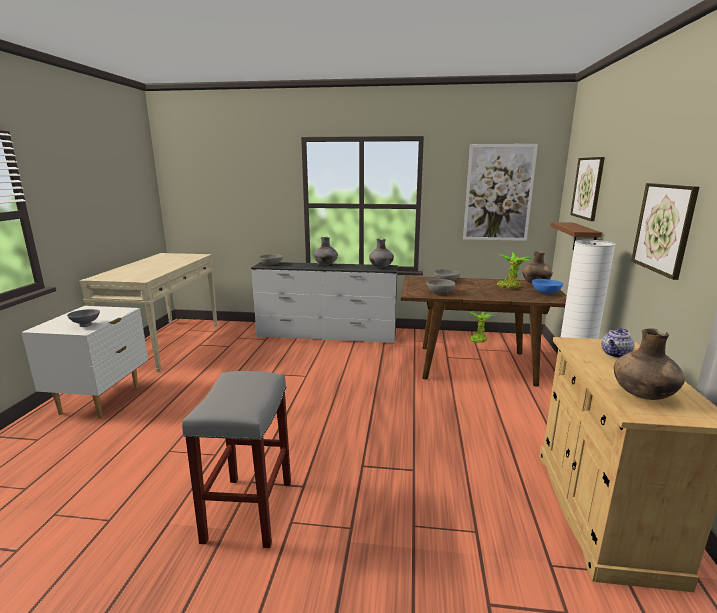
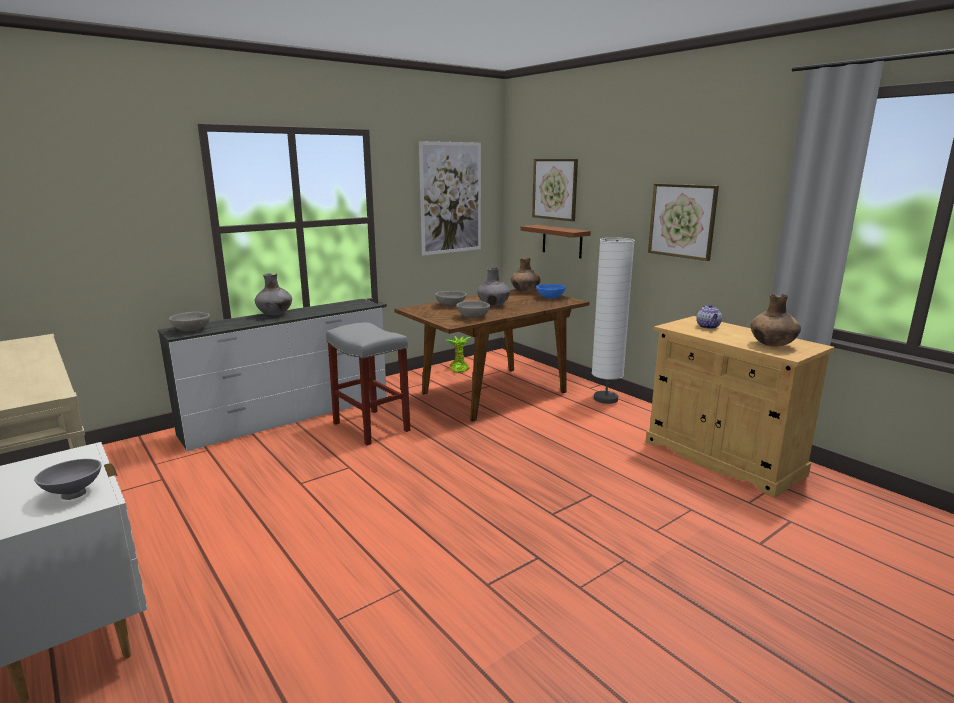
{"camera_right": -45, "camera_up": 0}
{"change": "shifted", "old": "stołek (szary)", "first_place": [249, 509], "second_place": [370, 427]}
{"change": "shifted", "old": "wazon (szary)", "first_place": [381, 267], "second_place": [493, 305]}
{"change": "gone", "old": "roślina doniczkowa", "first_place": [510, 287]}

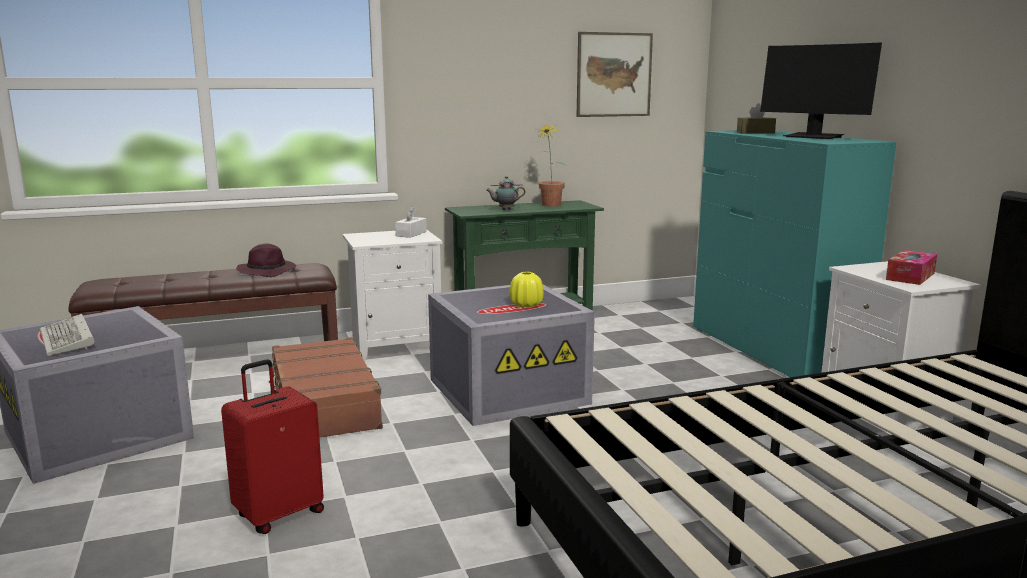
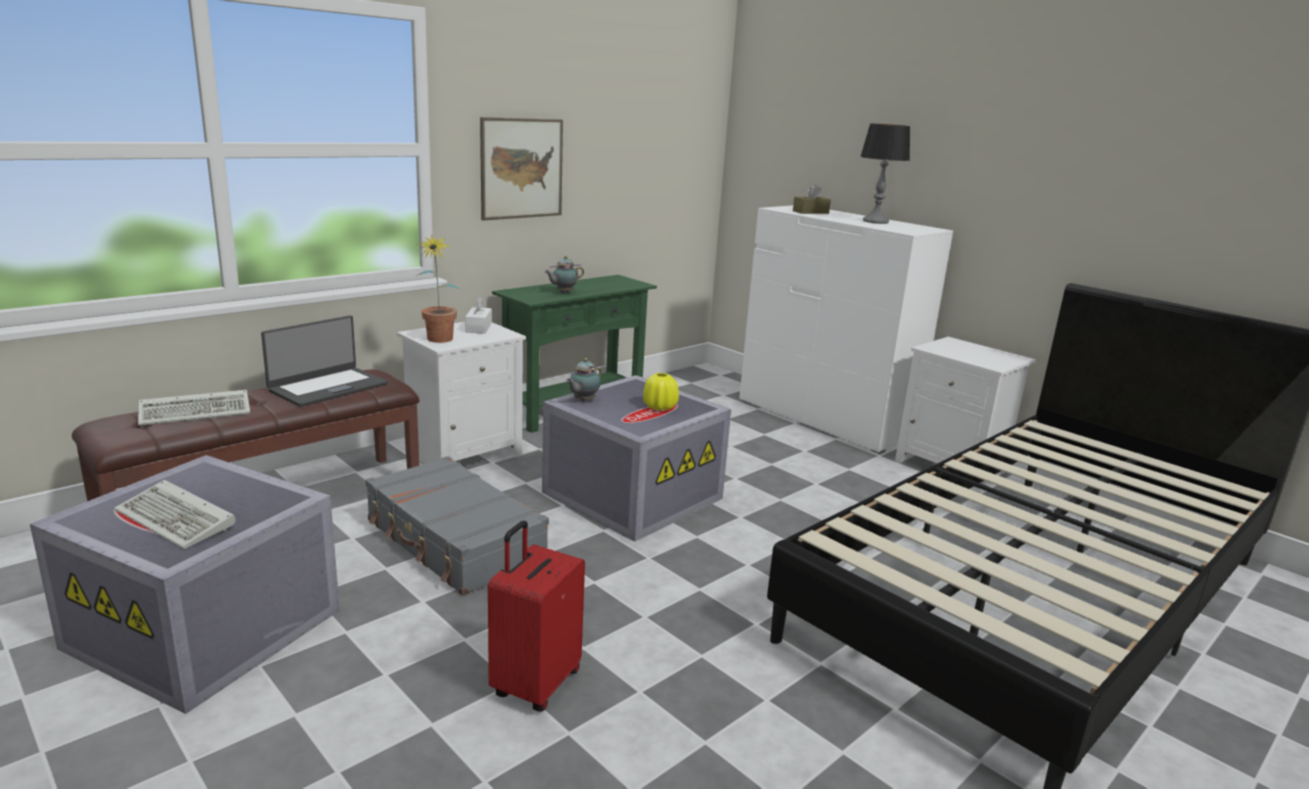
{"camera_right": -25, "camera_up": 5}
{"change": "new", "new": "klawiatura", "second_place": [198, 412]}
{"change": "swapped", "old": "kapelusz (fioletowy)", "new": "laptop", "first_place": [268, 271], "second_place": [327, 387]}
{"change": "repainted", "old": "walizka (brązowy)", "new": "walizka (szary)", "first_place": [323, 405], "second_place": [454, 541]}
{"change": "shifted", "old": "roślina doniczkowa", "first_place": [549, 206], "second_place": [438, 341]}
{"change": "shifted", "old": "obraz", "first_place": [614, 75], "second_place": [522, 168]}
{"change": "new", "new": "imbryk", "second_place": [583, 400]}
{"change": "repainted", "old": "komoda (turkusowy)", "new": "komoda (biały)", "first_place": [772, 351], "second_place": [823, 419]}
{"change": "swapped", "old": "monitor", "new": "lampa stołowa", "first_place": [813, 137], "second_place": [875, 221]}
{"change": "gone", "old": "pudełko chusteczek", "first_place": [910, 276]}

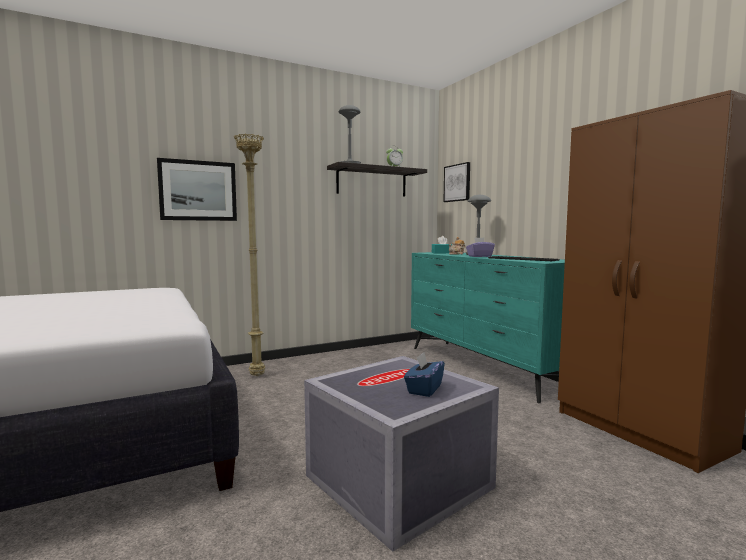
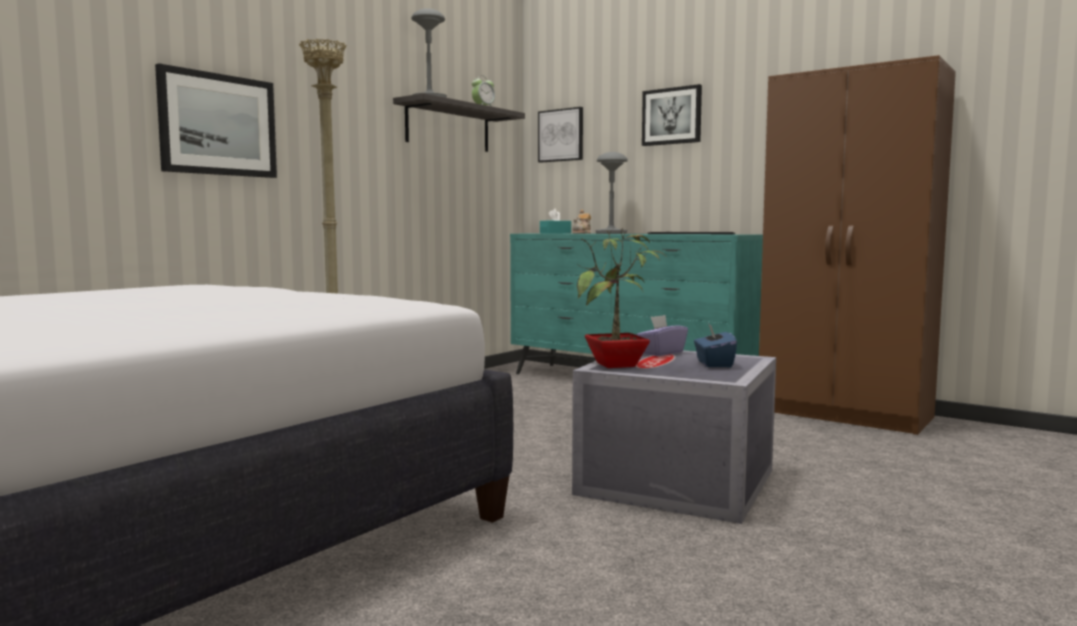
{"camera_right": -25, "camera_up": 0}
{"change": "new", "new": "roślina doniczkowa", "second_place": [617, 365]}
{"change": "shifted", "old": "pudełko chusteczek (fioletowy)", "first_place": [479, 256], "second_place": [660, 353]}
{"change": "new", "new": "obraz", "second_place": [672, 116]}

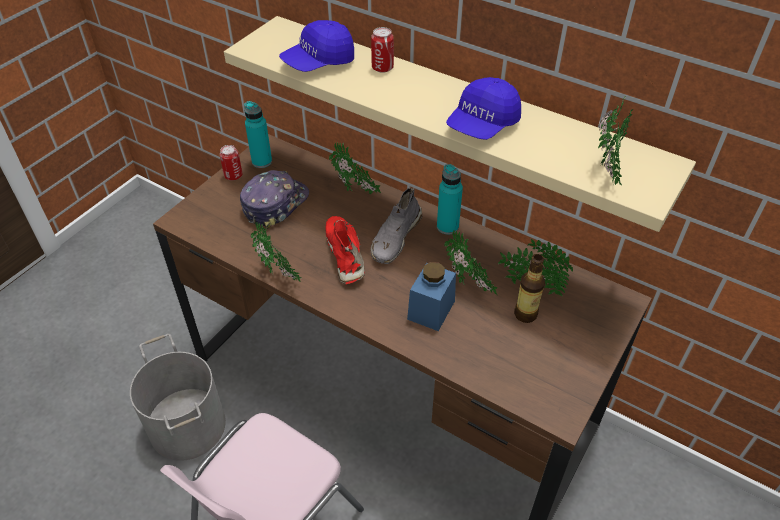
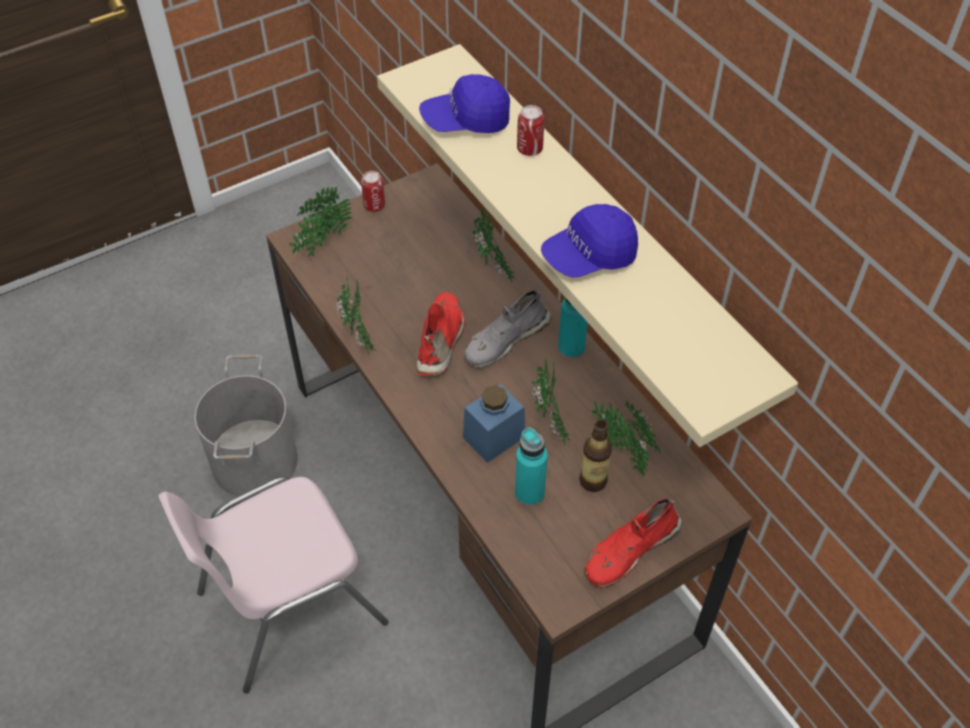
{"camera_right": 25, "camera_up": 5}
{"change": "shifted", "old": "roślina doniczkowa", "first_place": [606, 172], "second_place": [321, 245]}
{"change": "shifted", "old": "butelka (turkusowy)", "first_place": [262, 161], "second_place": [529, 493]}
{"change": "new", "new": "but (czerwony)", "second_place": [630, 549]}
{"change": "gone", "old": "czapka z daszkiem", "first_place": [275, 204]}

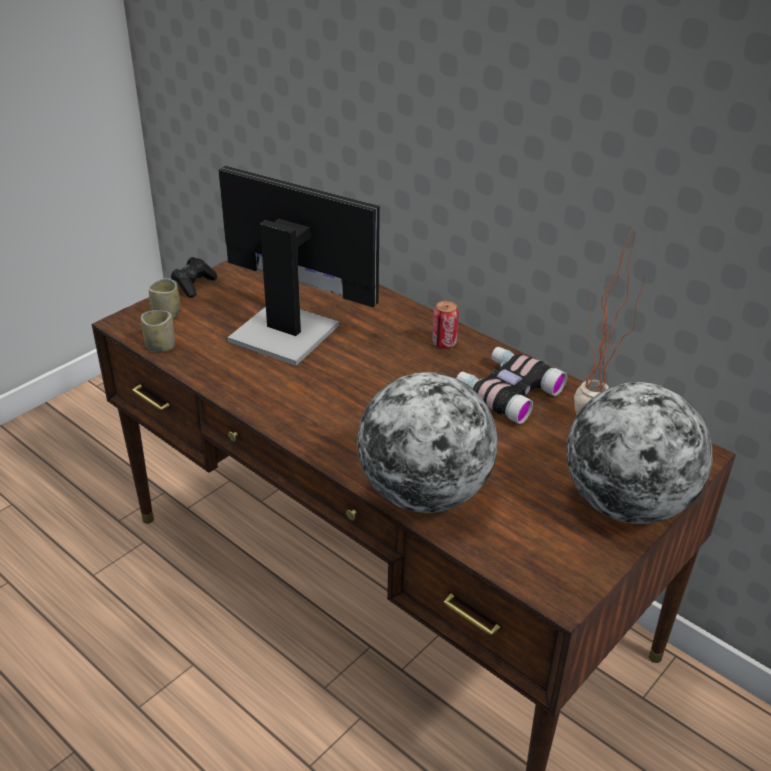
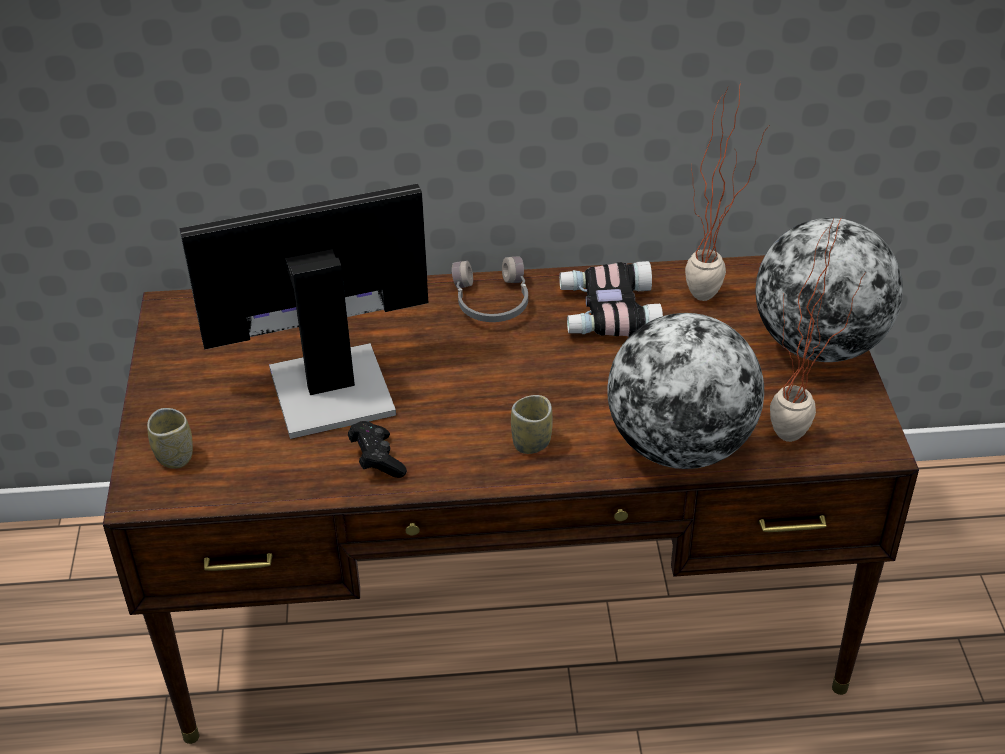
{"camera_right": -45, "camera_up": 5}
{"change": "shifted", "old": "pad do gier (czarny)", "first_place": [194, 285], "second_place": [377, 459]}
{"change": "swapped", "old": "puszka", "new": "słuchawki (szary)", "first_place": [444, 343], "second_place": [490, 302]}
{"change": "shifted", "old": "filiżanka", "first_place": [160, 346], "second_place": [531, 443]}
{"change": "new", "new": "roślina doniczkowa", "second_place": [794, 445]}

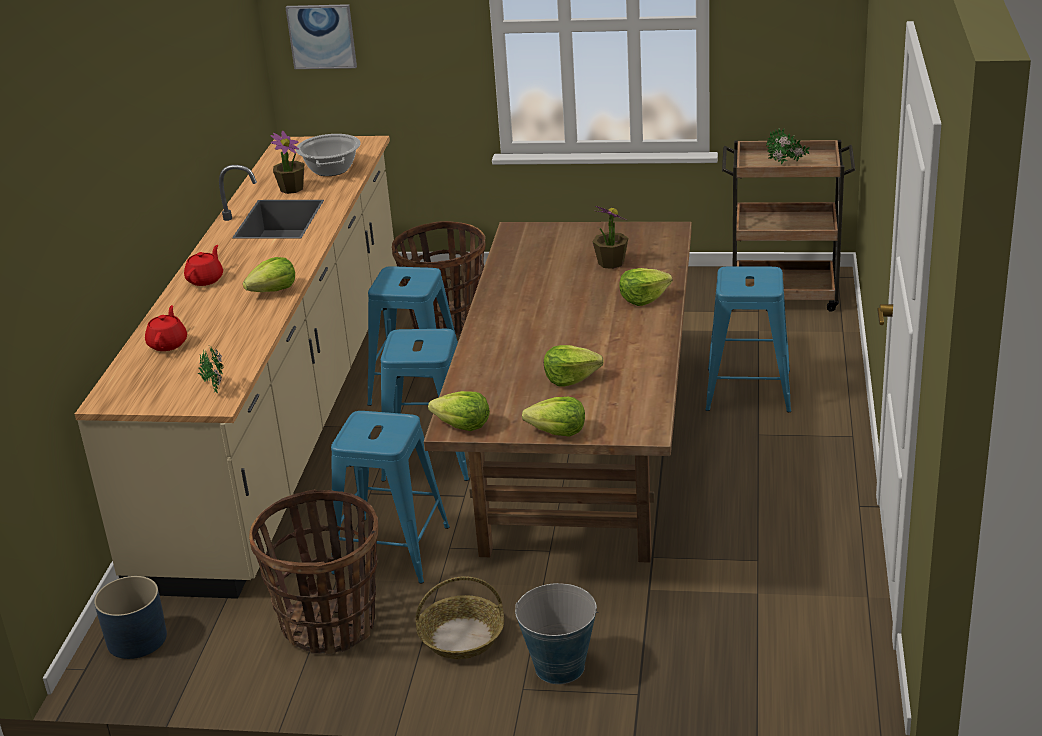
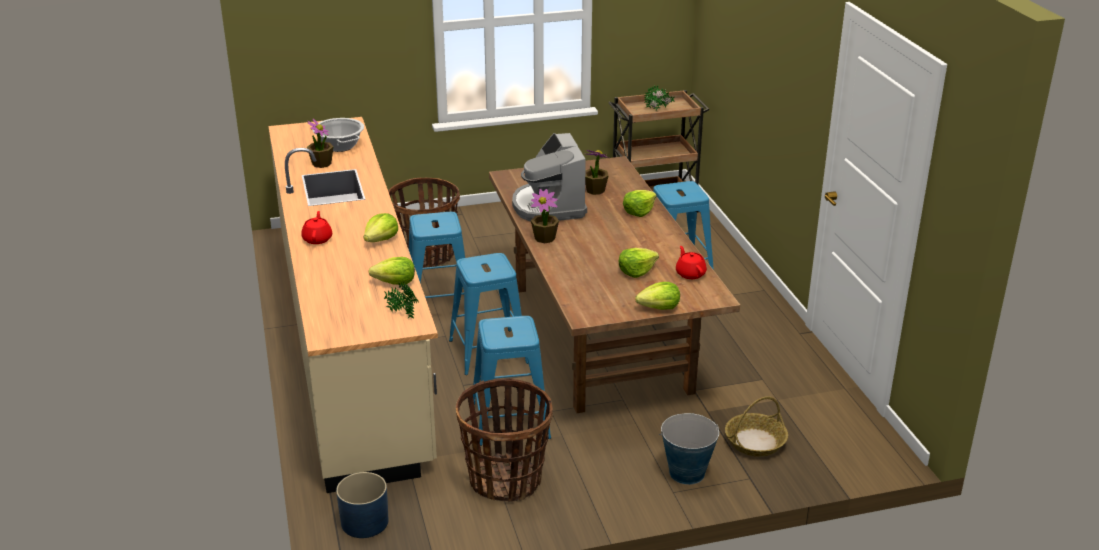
{"camera_right": -25, "camera_up": 0}
{"change": "shifted", "old": "sałata", "first_place": [462, 425], "second_place": [395, 282]}
{"change": "new", "new": "ekspres do kawy", "second_place": [549, 206]}
{"change": "new", "new": "roślina doniczkowa", "second_place": [545, 238]}
{"change": "shifted", "old": "imbryk (czerwony)", "first_place": [168, 344], "second_place": [690, 273]}
{"change": "shifted", "old": "koszyk", "first_place": [461, 637], "second_place": [755, 442]}
{"change": "gone", "old": "obraz", "first_place": [322, 36]}

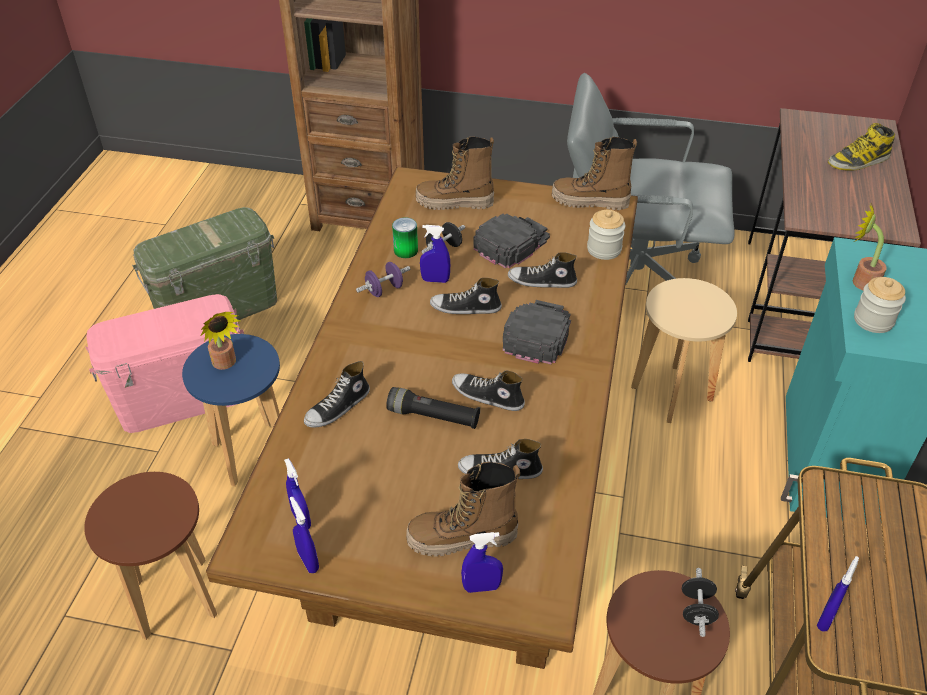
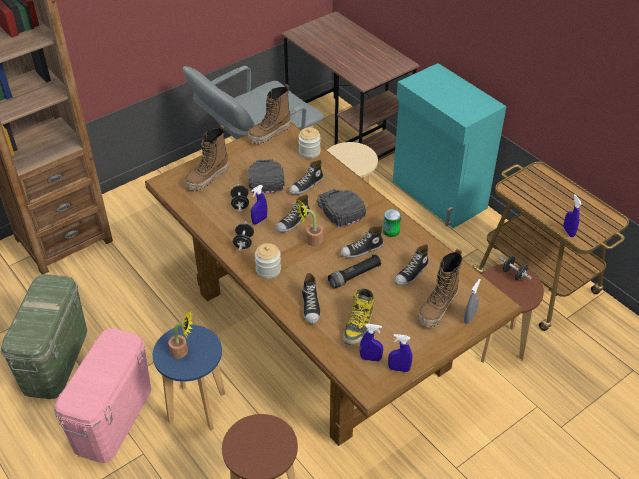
{"camera_right": -50, "camera_up": 0}
{"change": "repainted", "old": "hantel (fioletowy)", "new": "hantel (czarny)", "first_place": [384, 290], "second_place": [244, 242]}
{"change": "shifted", "old": "słoik", "first_place": [873, 320], "second_place": [268, 270]}
{"change": "shifted", "old": "roślina doniczkowa", "first_place": [860, 281], "second_place": [311, 241]}
{"change": "shifted", "old": "but z cholewką", "first_place": [858, 161], "second_place": [358, 324]}
{"change": "shifted", "old": "puszka", "first_place": [406, 250], "second_place": [391, 231]}
{"change": "repainted", "old": "spryskiwacz (niebieski)", "new": "spryskiwacz (szary)", "first_place": [481, 587], "second_place": [469, 318]}

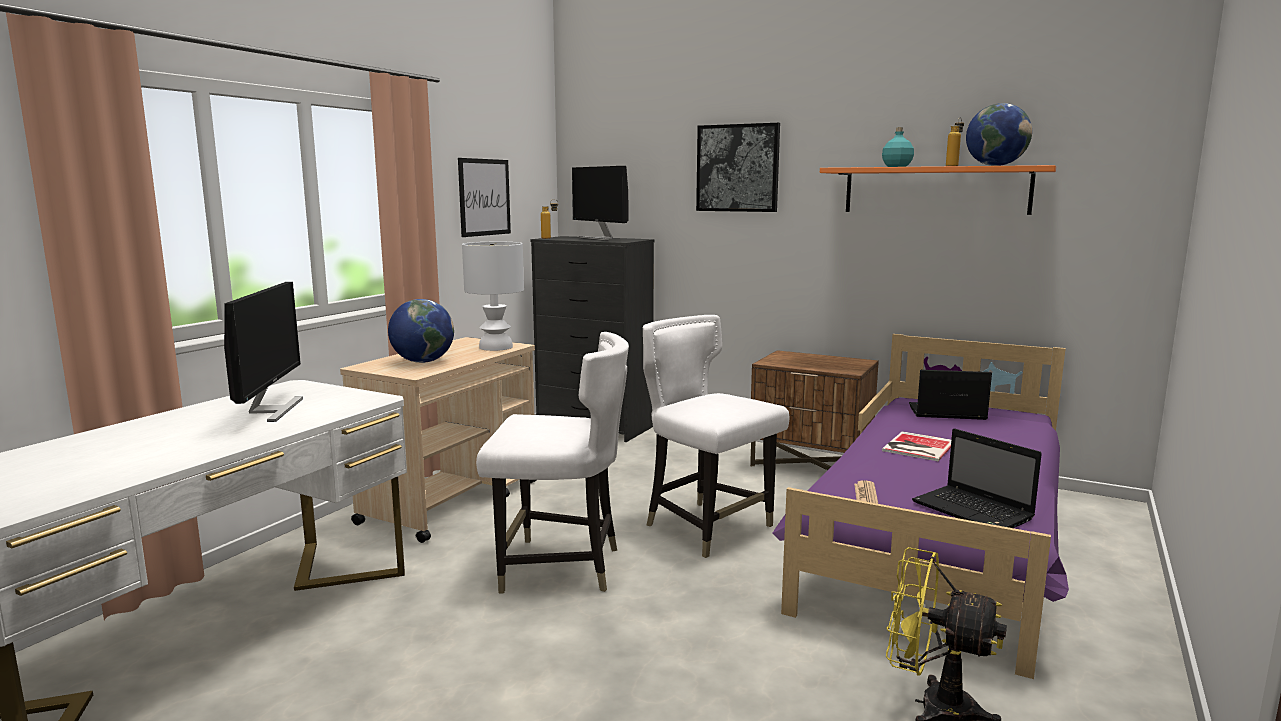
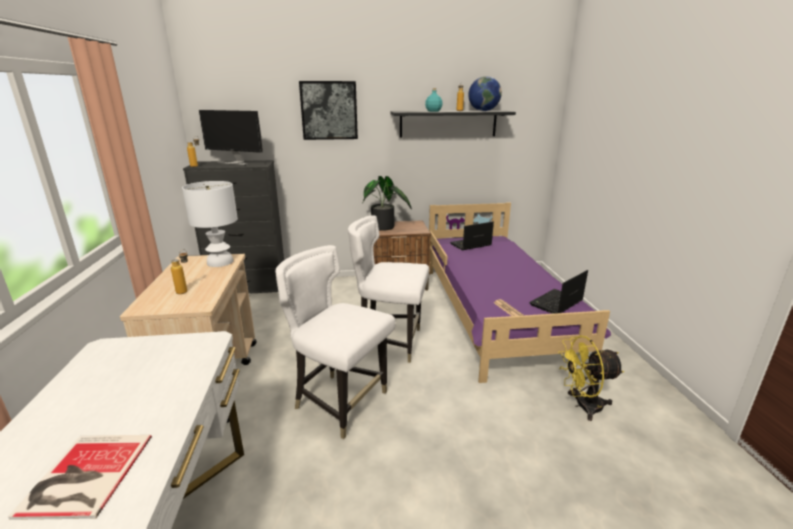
{"camera_right": -35, "camera_up": 10}
{"change": "shifted", "old": "książka", "first_place": [916, 447], "second_place": [83, 476]}
{"change": "swapped", "old": "globus", "new": "butelka", "first_place": [423, 361], "second_place": [185, 290]}
{"change": "rotated", "old": "krzesło (biały)", "first_place": [560, 567], "second_place": [340, 402], "degrees": -120}
{"change": "new", "new": "roślina doniczkowa", "second_place": [384, 228]}
{"change": "repainted", "old": "półka (pomarańczowy)", "new": "półka (czarny)", "first_place": [935, 190], "second_place": [448, 123]}
{"change": "rotated", "old": "laptop", "first_place": [974, 511], "second_place": [556, 303], "degrees": 120}
{"change": "gone", "old": "monitor", "first_place": [271, 410]}
{"change": "gone", "old": "obraz", "first_place": [484, 197]}

